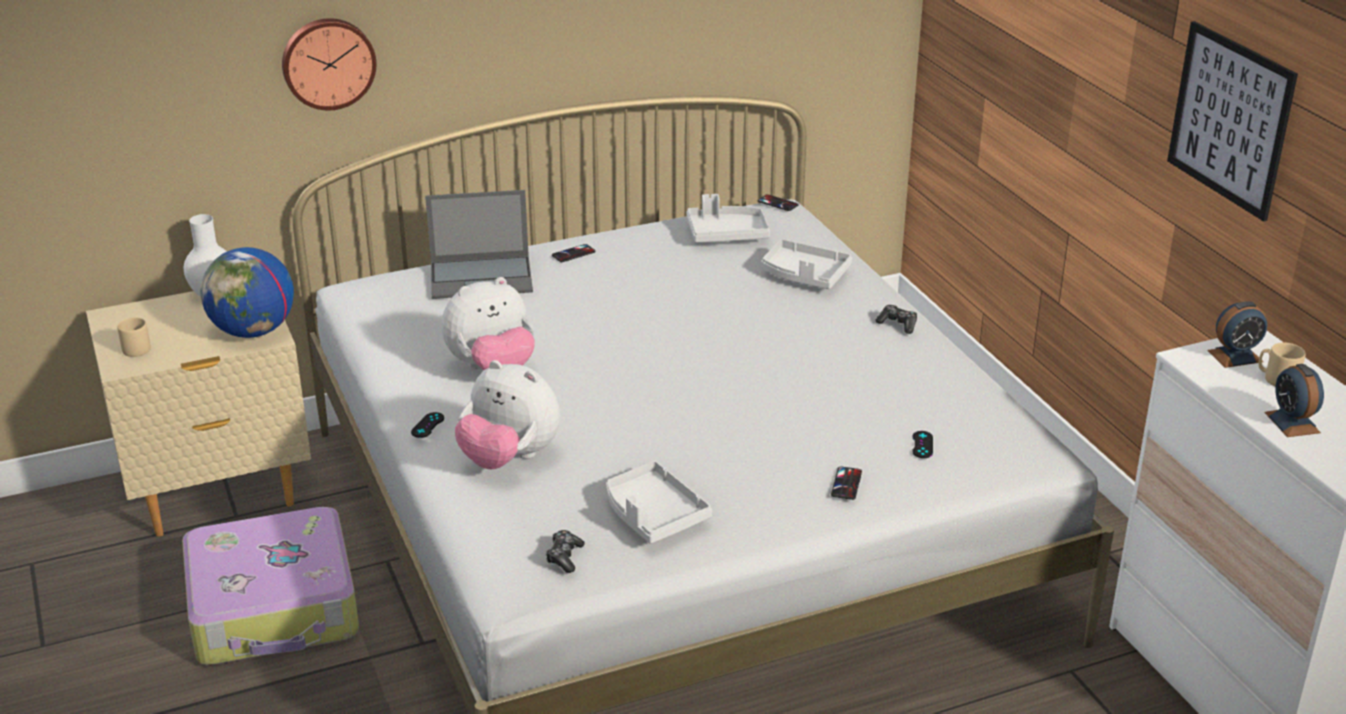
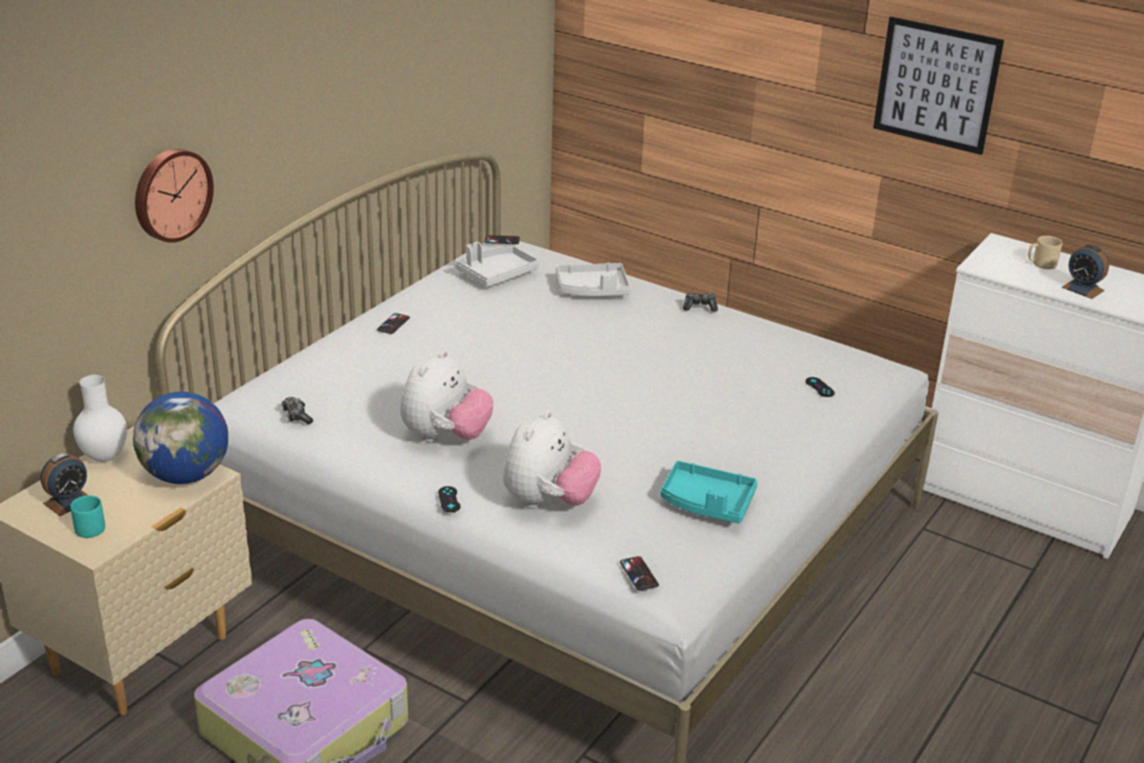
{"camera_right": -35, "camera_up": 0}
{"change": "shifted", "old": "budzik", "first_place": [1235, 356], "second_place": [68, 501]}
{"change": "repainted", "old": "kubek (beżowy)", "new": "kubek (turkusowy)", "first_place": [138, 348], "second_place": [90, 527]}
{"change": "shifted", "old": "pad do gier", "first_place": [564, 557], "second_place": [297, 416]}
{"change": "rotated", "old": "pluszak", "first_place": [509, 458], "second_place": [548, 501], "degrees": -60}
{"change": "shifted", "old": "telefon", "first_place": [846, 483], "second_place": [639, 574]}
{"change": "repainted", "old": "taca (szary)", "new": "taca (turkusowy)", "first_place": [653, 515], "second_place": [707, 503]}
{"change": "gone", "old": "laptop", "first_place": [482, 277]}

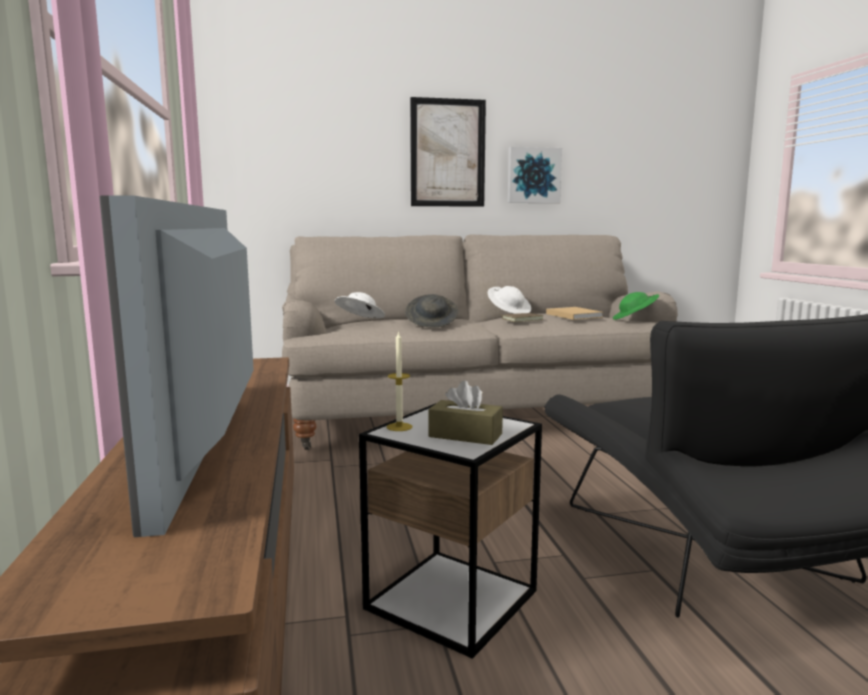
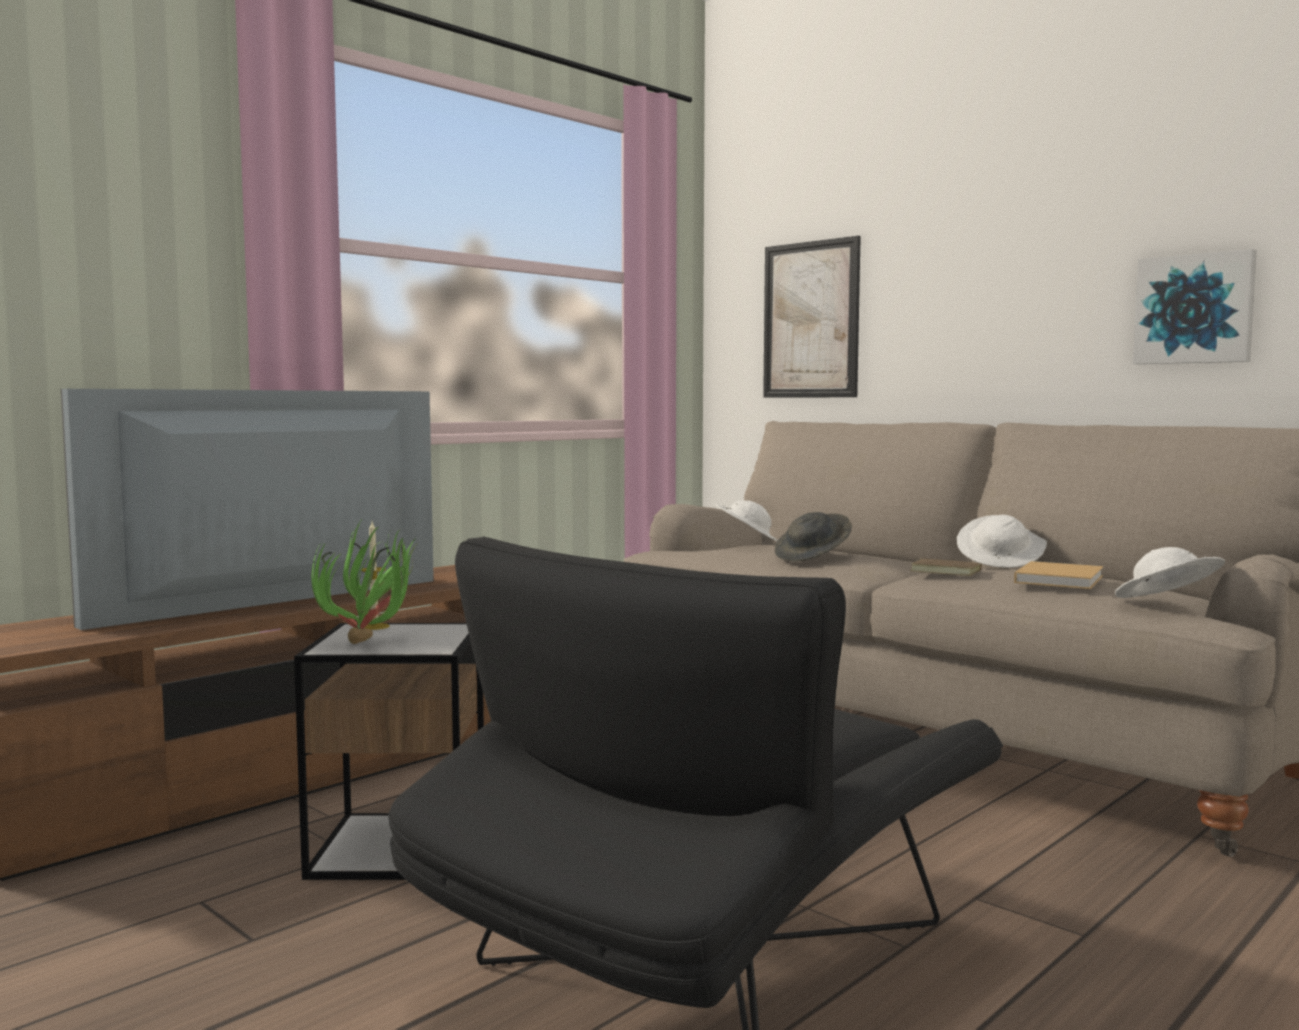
{"camera_right": 55, "camera_up": -5}
{"change": "swapped", "old": "pudełko chusteczek (brązowy)", "new": "roślina doniczkowa", "first_place": [465, 435], "second_place": [373, 643]}
{"change": "shifted", "old": "obraz", "first_place": [447, 153], "second_place": [810, 320]}
{"change": "repainted", "old": "kapelusz (zielony)", "new": "kapelusz (biały)", "first_place": [635, 319], "second_place": [1167, 604]}

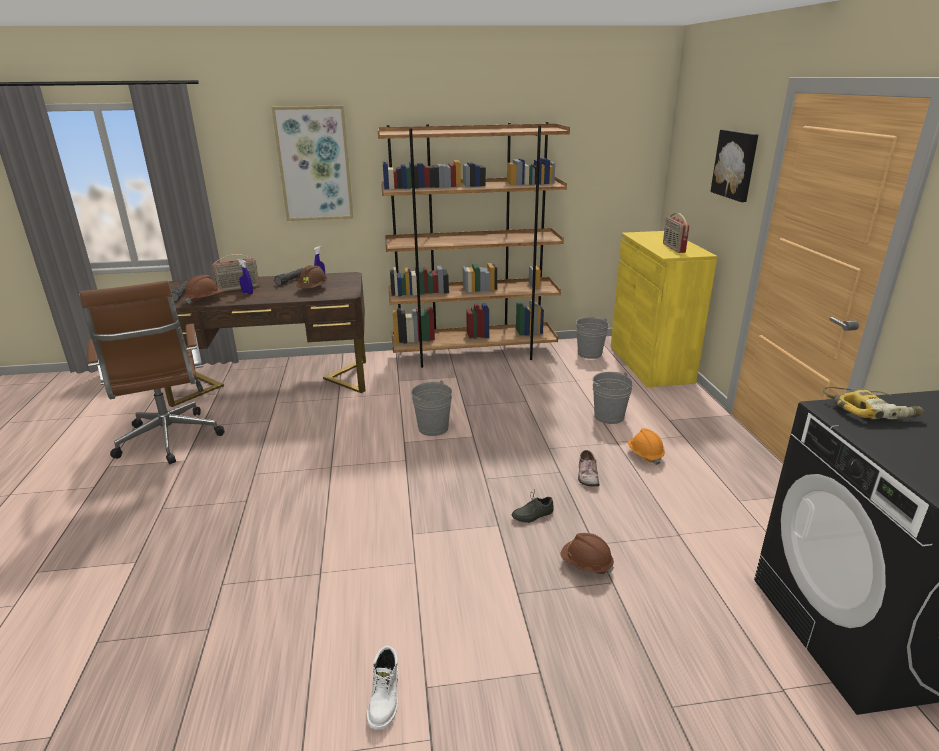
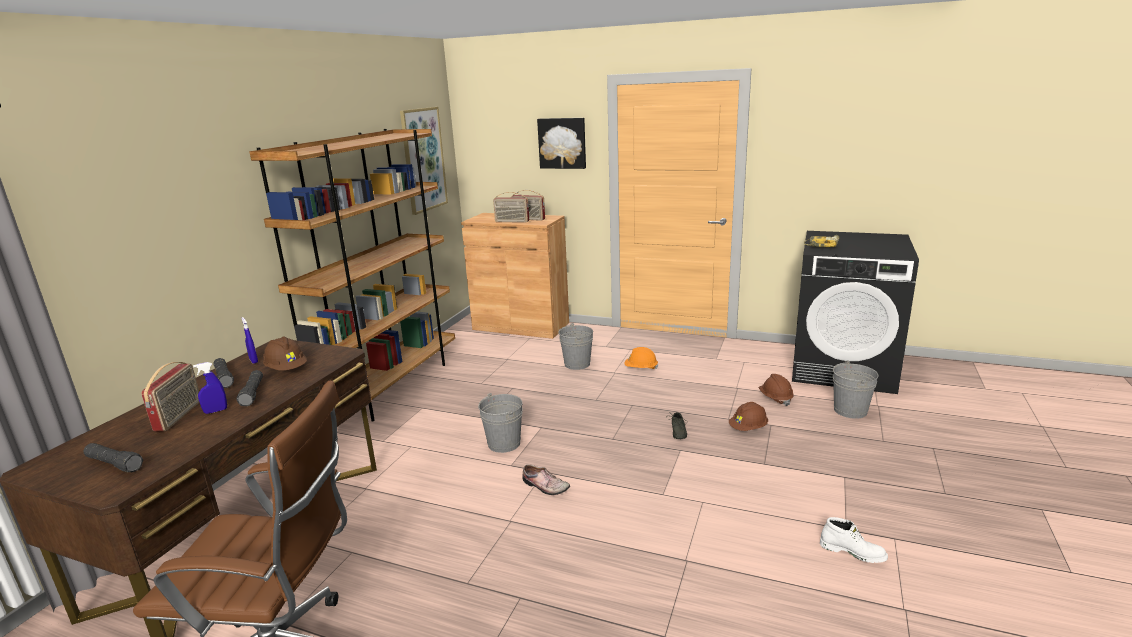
{"camera_right": -60, "camera_up": -5}
{"change": "new", "new": "latarka (czarny)", "second_place": [253, 394]}
{"change": "shifted", "old": "obraz", "first_place": [314, 164], "second_place": [423, 160]}
{"change": "repainted", "old": "szafka (żółty)", "new": "szafka (brązowy)", "first_place": [650, 364], "second_place": [521, 326]}
{"change": "new", "new": "radio", "second_place": [512, 221]}
{"change": "shifted", "old": "but", "first_place": [586, 475], "second_place": [544, 486]}
{"change": "shifted", "old": "kask (brązowy)", "first_place": [205, 300], "second_place": [775, 398]}
{"change": "shifted", "old": "wiadro (szary)", "first_place": [589, 353], "second_place": [850, 410]}

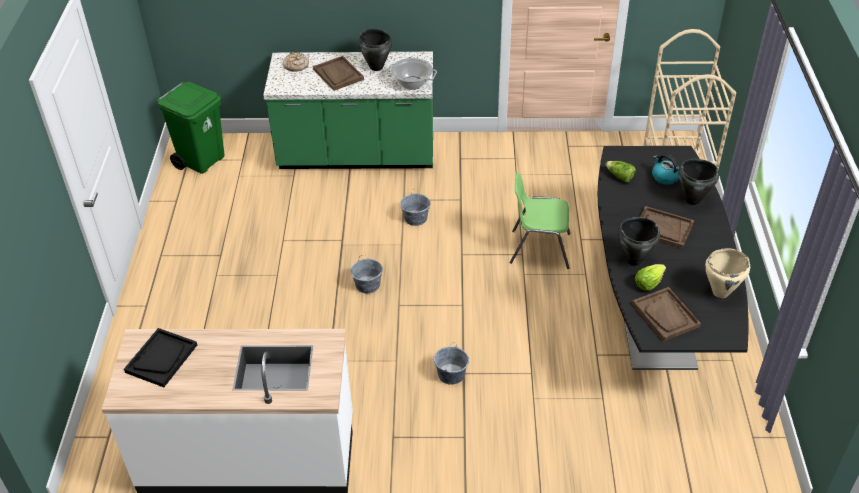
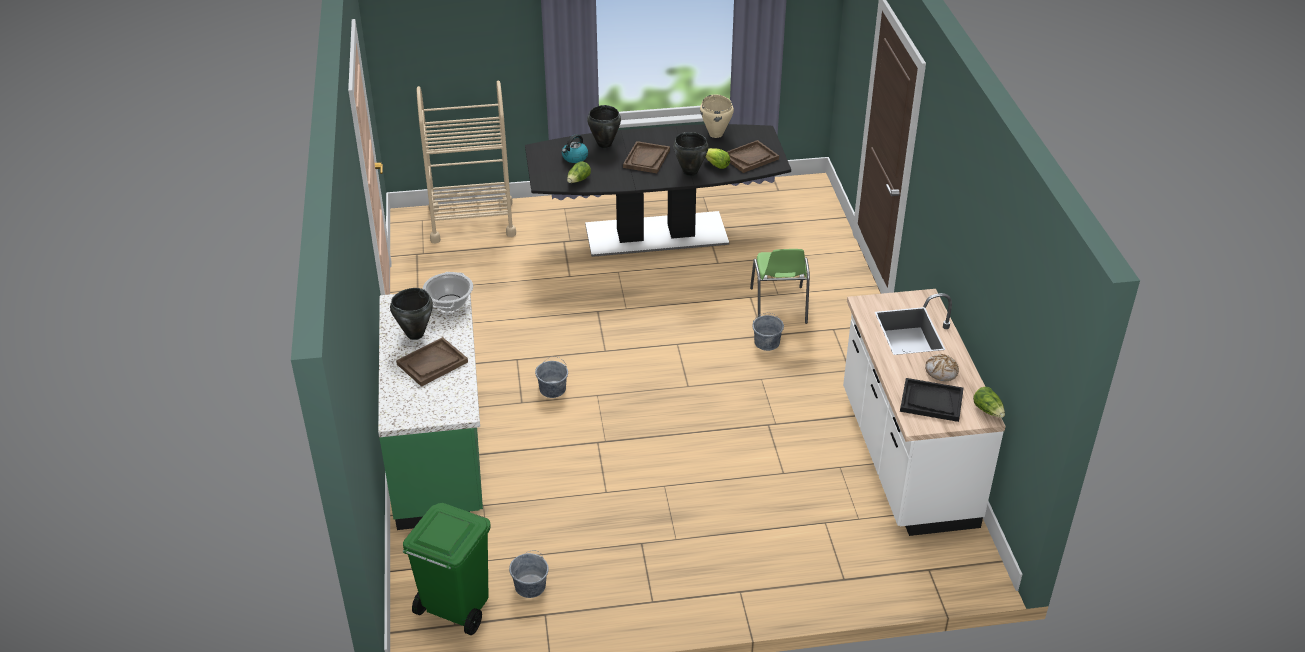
{"camera_right": -100, "camera_up": -5}
{"change": "shifted", "old": "wiadro (szary)", "first_place": [367, 284], "second_place": [530, 586]}
{"change": "shifted", "old": "krzesło (zielony)", "first_place": [539, 248], "second_place": [778, 306]}
{"change": "shifted", "old": "chleb", "first_place": [296, 65], "second_place": [941, 371]}
{"change": "new", "new": "sałata", "second_place": [988, 410]}

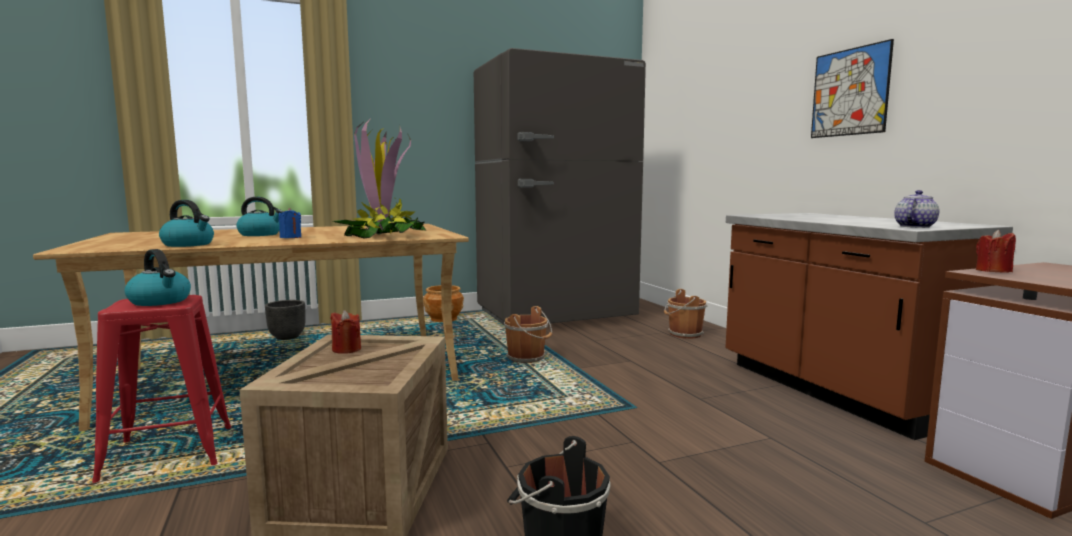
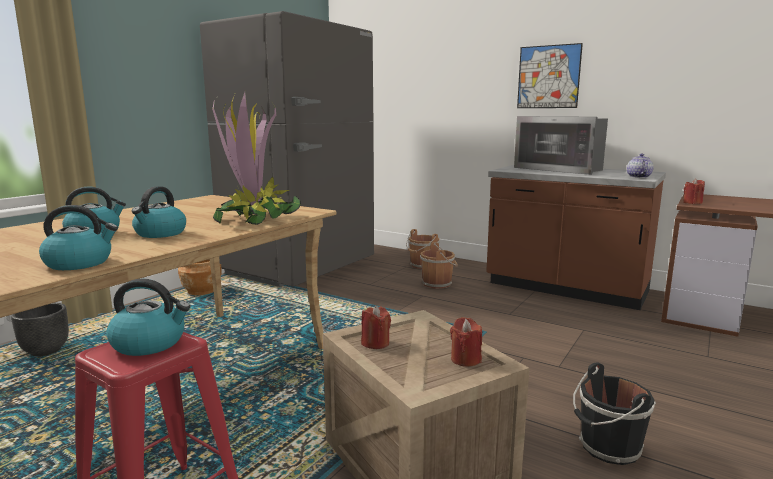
{"camera_right": -35, "camera_up": 5}
{"change": "swapped", "old": "świeca (niebieski)", "new": "czajnik", "first_place": [290, 237], "second_place": [160, 233]}
{"change": "shifted", "old": "wiadro (brązowy)", "first_place": [528, 358], "second_place": [438, 284]}
{"change": "new", "new": "świeca (czerwony)", "second_place": [465, 359]}
{"change": "new", "new": "mikrofalówka", "second_place": [561, 169]}

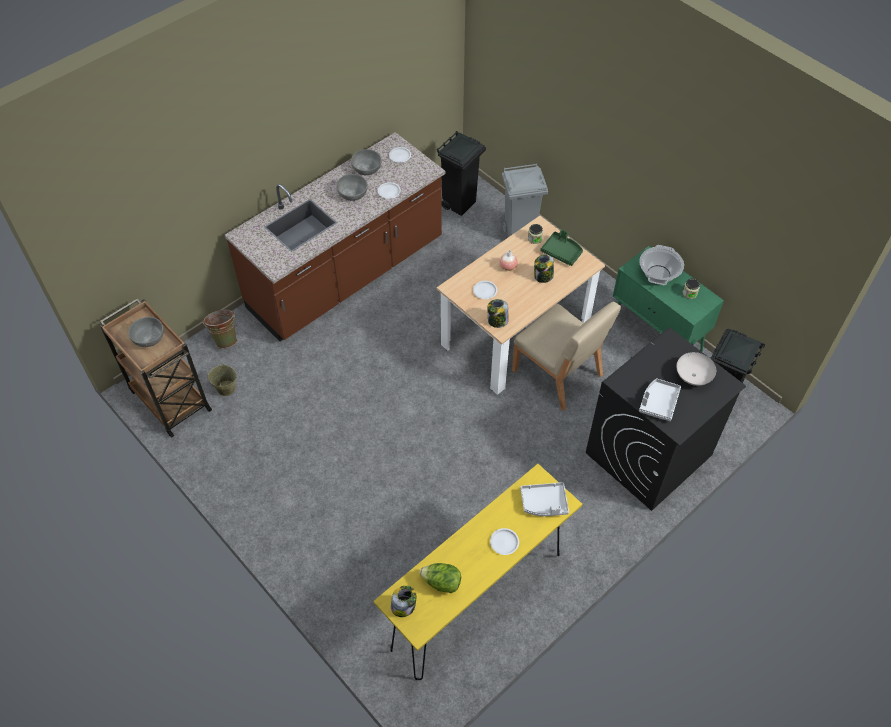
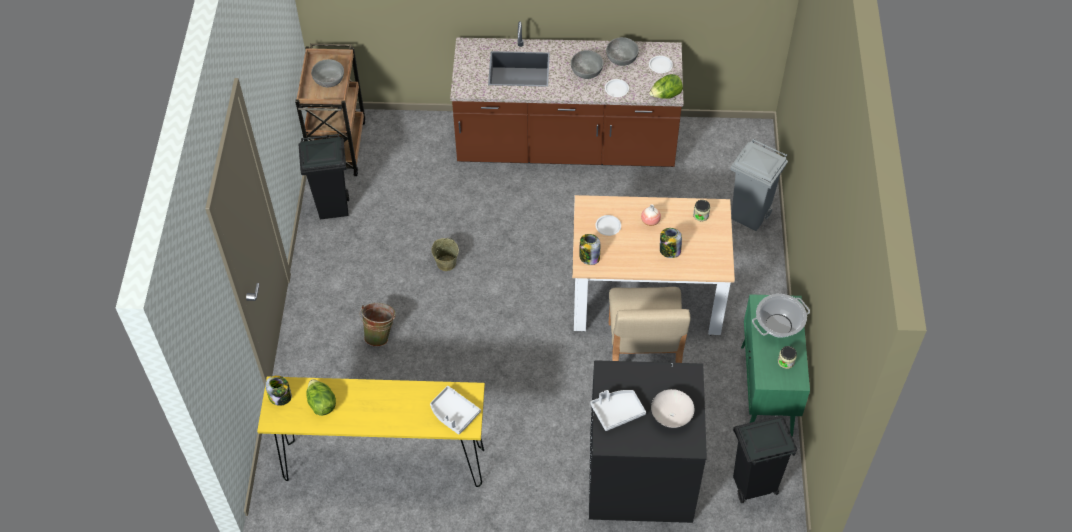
{"camera_right": 45, "camera_up": 0}
{"change": "shifted", "old": "kosz na śmieci (czarny)", "first_place": [459, 204], "second_place": [334, 207]}
{"change": "shifted", "old": "wiadro (zielony)", "first_place": [225, 338], "second_place": [380, 334]}
{"change": "shifted", "old": "wiadro (beżowy)", "first_place": [225, 388], "second_place": [446, 263]}
{"change": "new", "new": "sałata", "second_place": [665, 95]}
{"change": "gone", "old": "talerz (biały)", "first_place": [504, 542]}
{"change": "gone", "old": "taca (zielony)", "first_place": [562, 252]}

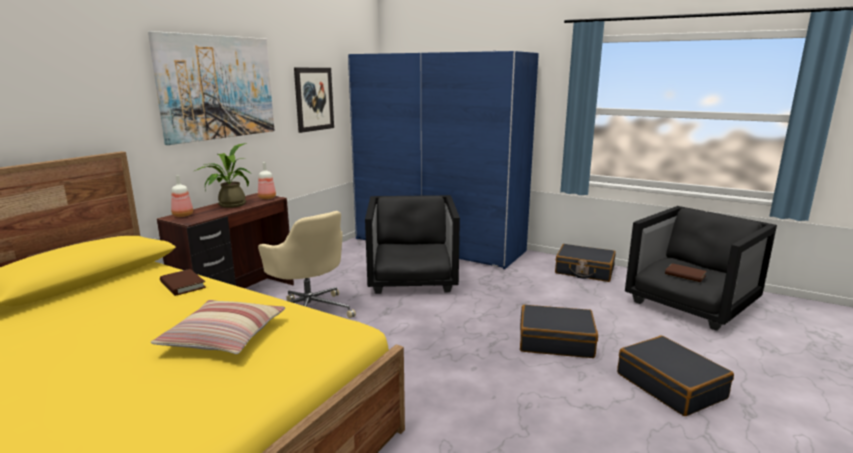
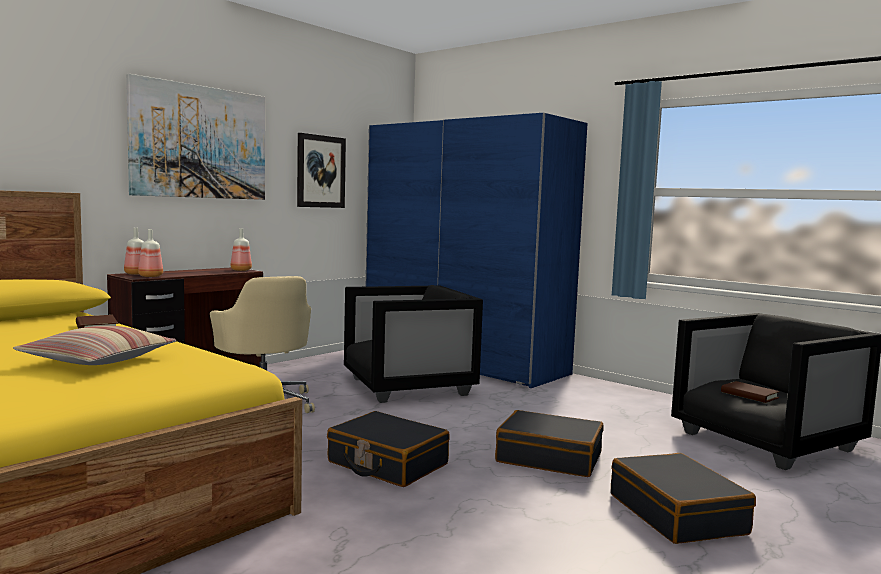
{"camera_right": 10, "camera_up": -10}
{"change": "new", "new": "butelka", "second_place": [150, 276]}
{"change": "shifted", "old": "walizka (czarny)", "first_place": [584, 271], "second_place": [387, 463]}
{"change": "rotated", "old": "fotel (czarny)", "first_place": [412, 279], "second_place": [407, 387], "degrees": 60}
{"change": "gone", "old": "roślina doniczkowa", "first_place": [228, 205]}

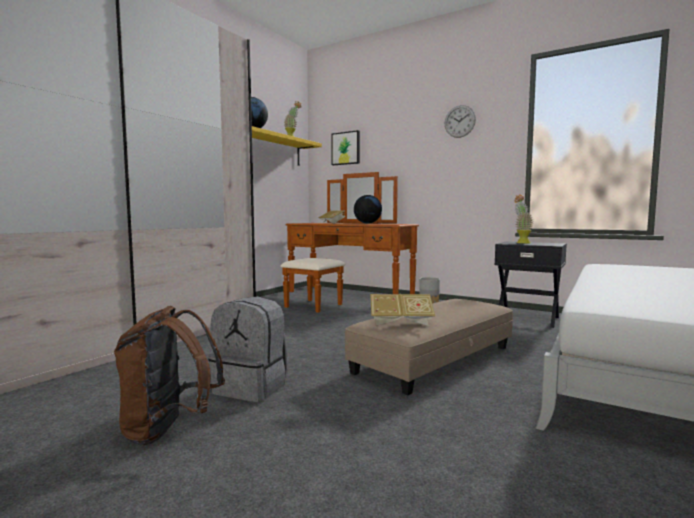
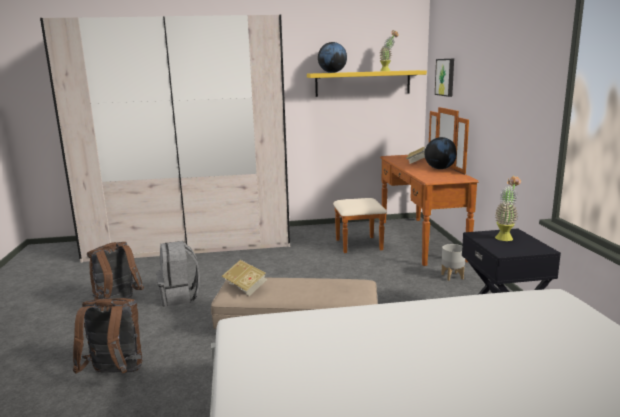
{"camera_right": 50, "camera_up": 10}
{"change": "new", "new": "plecak (brązowy)", "second_place": [115, 374]}
{"change": "gone", "old": "zegar ścienny", "first_place": [459, 121]}

